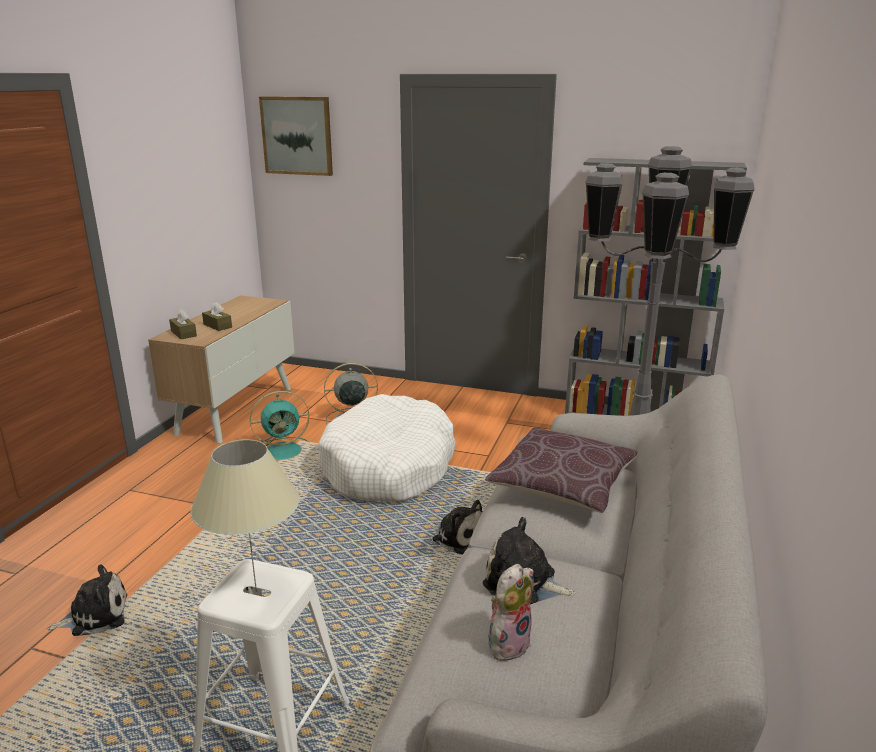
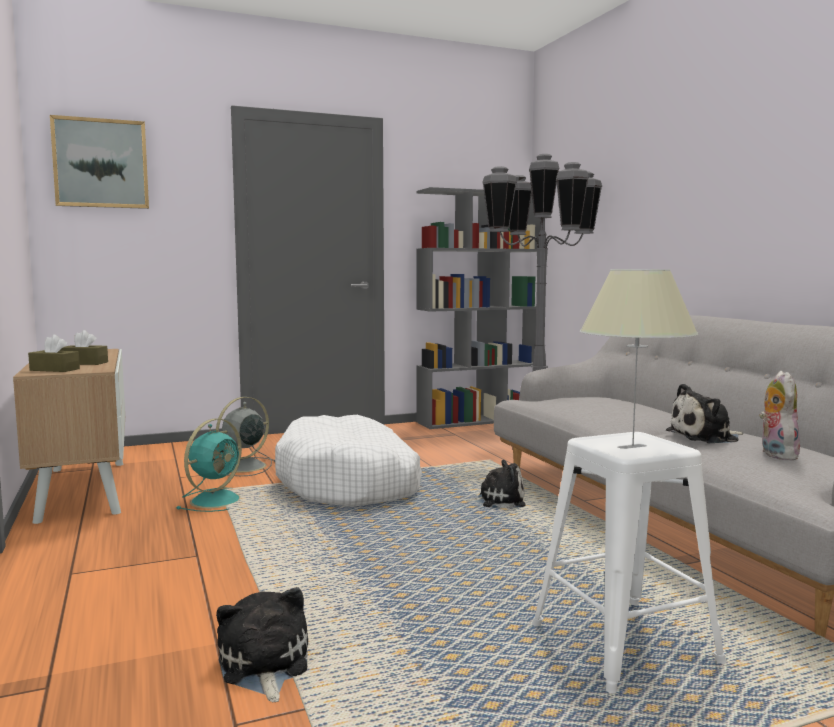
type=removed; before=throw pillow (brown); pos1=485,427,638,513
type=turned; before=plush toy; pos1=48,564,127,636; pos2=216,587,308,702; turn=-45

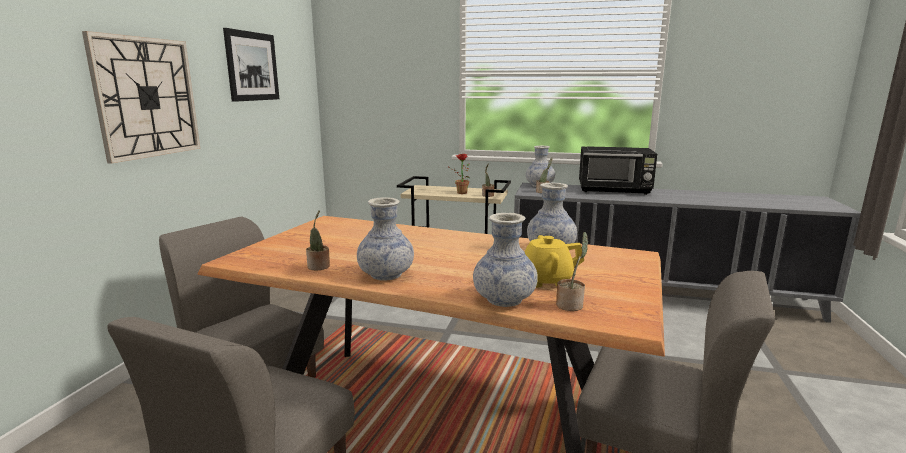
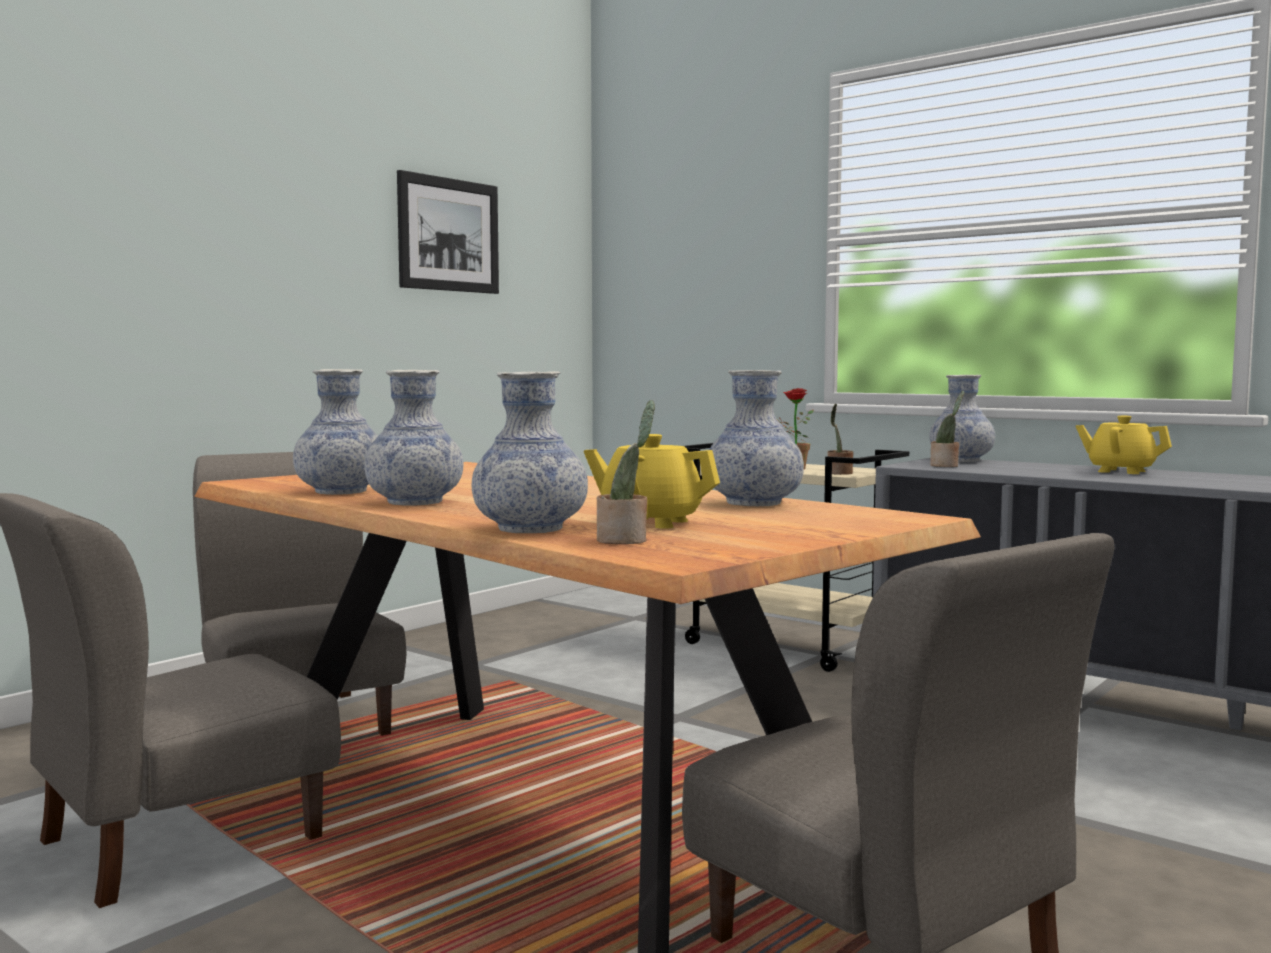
type=removed; before=hanging clock; pos1=82,31,200,164
type=replaced; before=plant in a pot; after=flower vase; pos1=306,210,330,270; pos2=293,369,378,495
type=replaced; before=microwave oven (black-coloured); after=tea pot (yellow); pos1=579,146,657,195; pos2=1076,416,1172,474

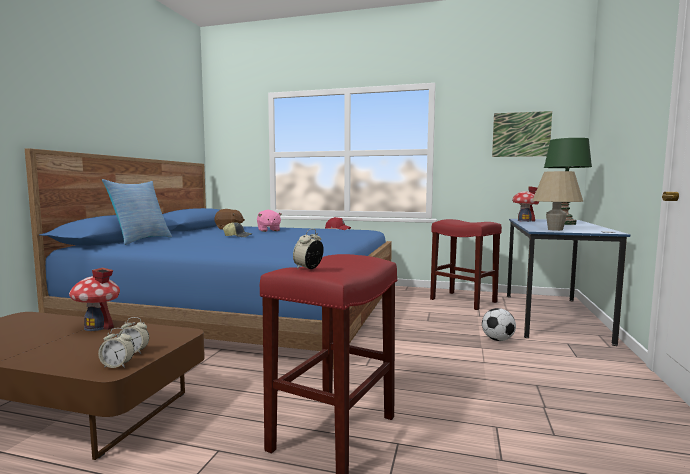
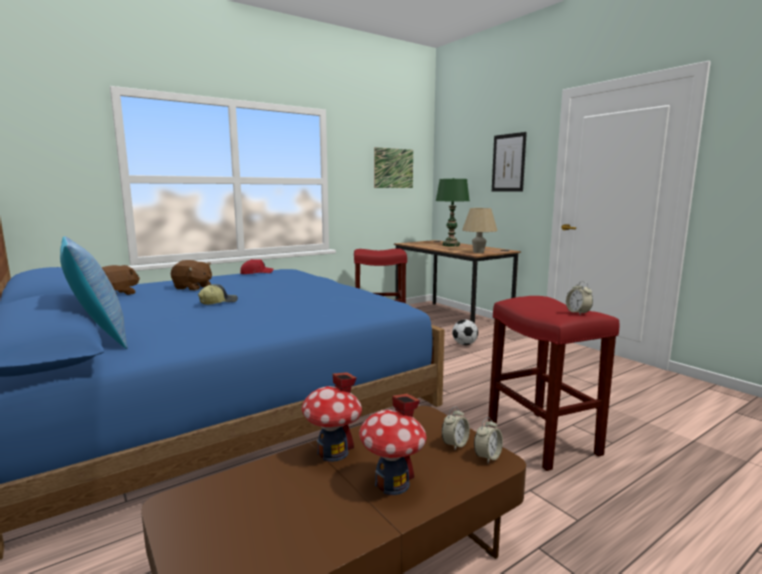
type=added; after=picture; pos2=492,132,527,192
type=moved; before=toy house; pos1=512,186,539,222; pos2=359,394,427,495
type=recoloured; before=plush toy (pinkish); after=plush toy (brown); pos1=257,210,282,232; pos2=171,260,212,291
type=recoloured; before=desk table (bluish); after=desk table (brown); pos1=507,219,630,346; pos2=394,240,521,323

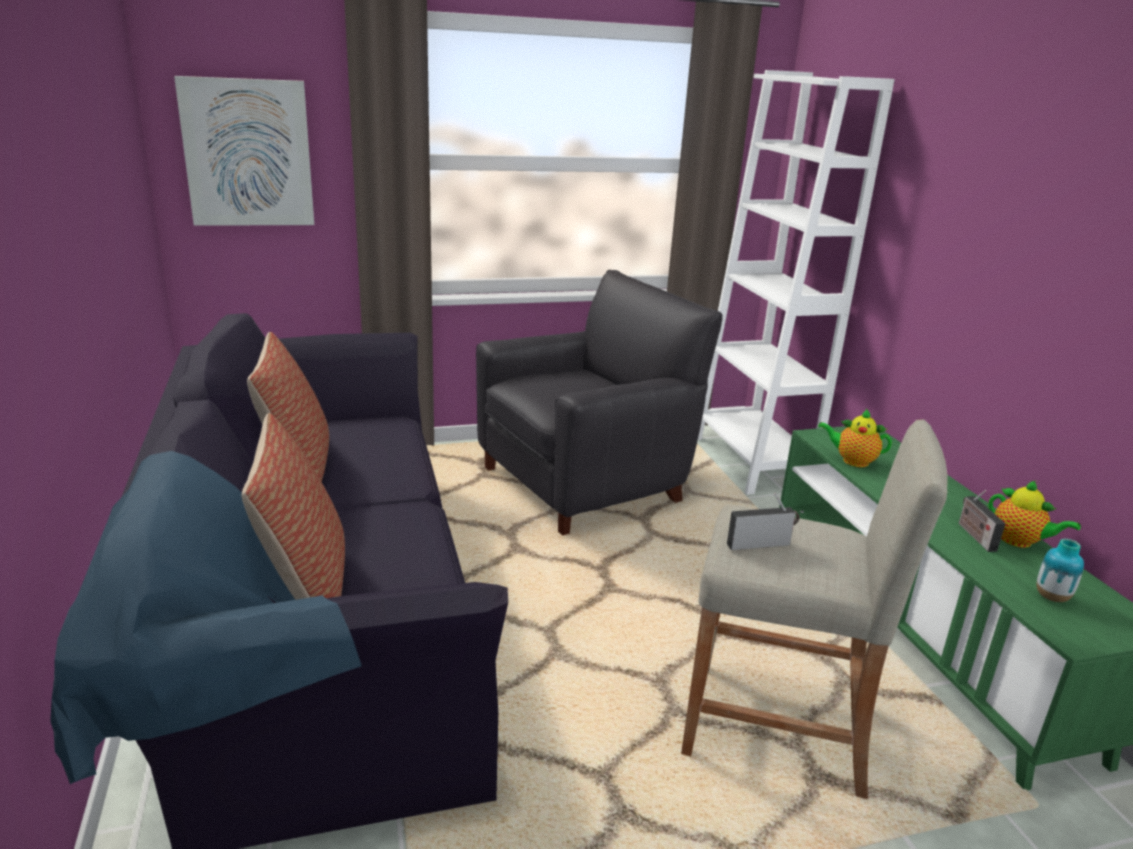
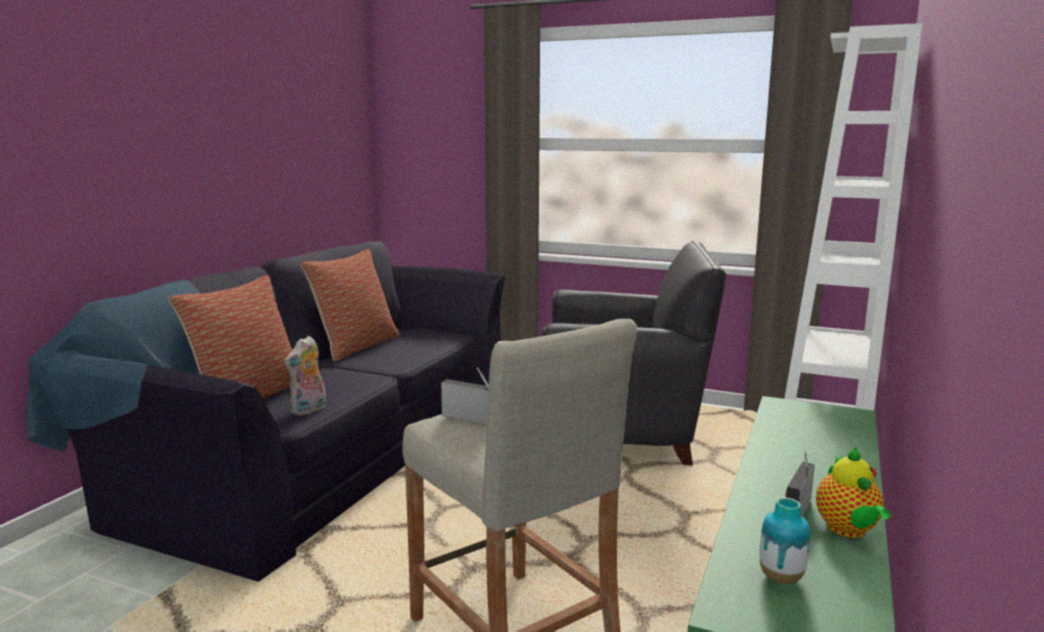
type=removed; before=picture; pos1=174,76,314,226
type=removed; before=tea pot; pos1=818,409,892,467
type=added; after=plush toy; pos2=284,336,326,416

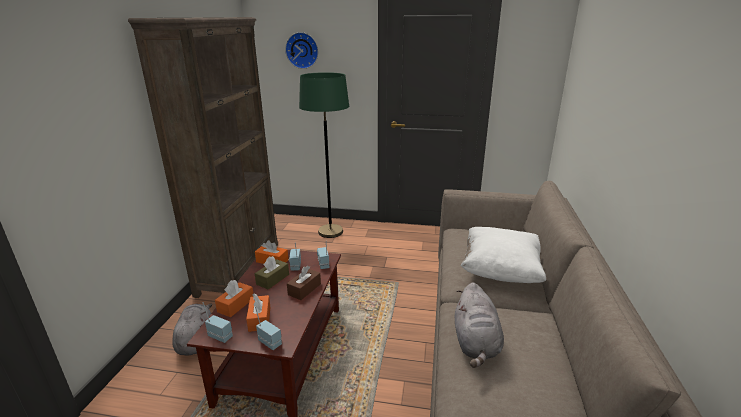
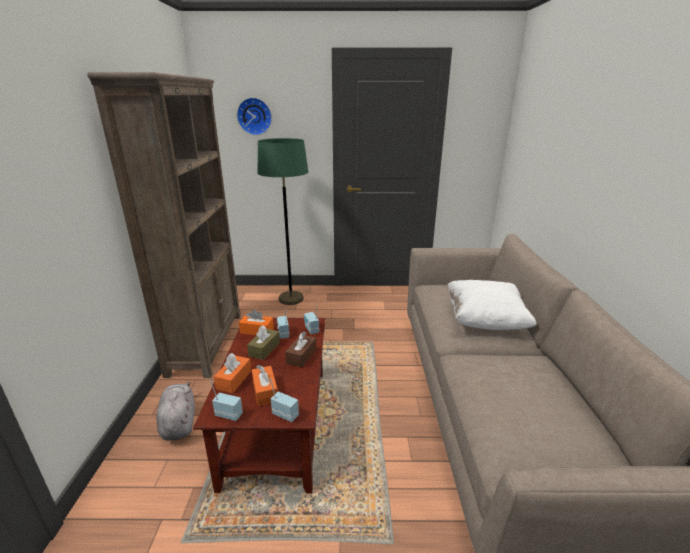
type=removed; before=plush toy (gray); pos1=455,283,504,368

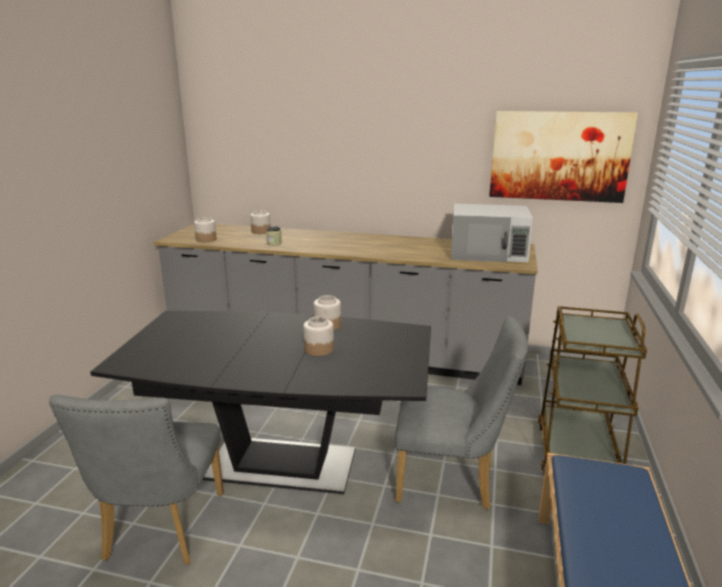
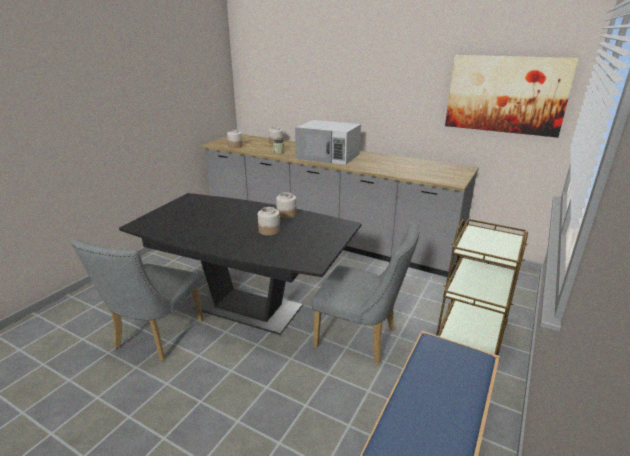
type=moved; before=microwave oven (whitish); pos1=451,203,533,262; pos2=295,120,361,165

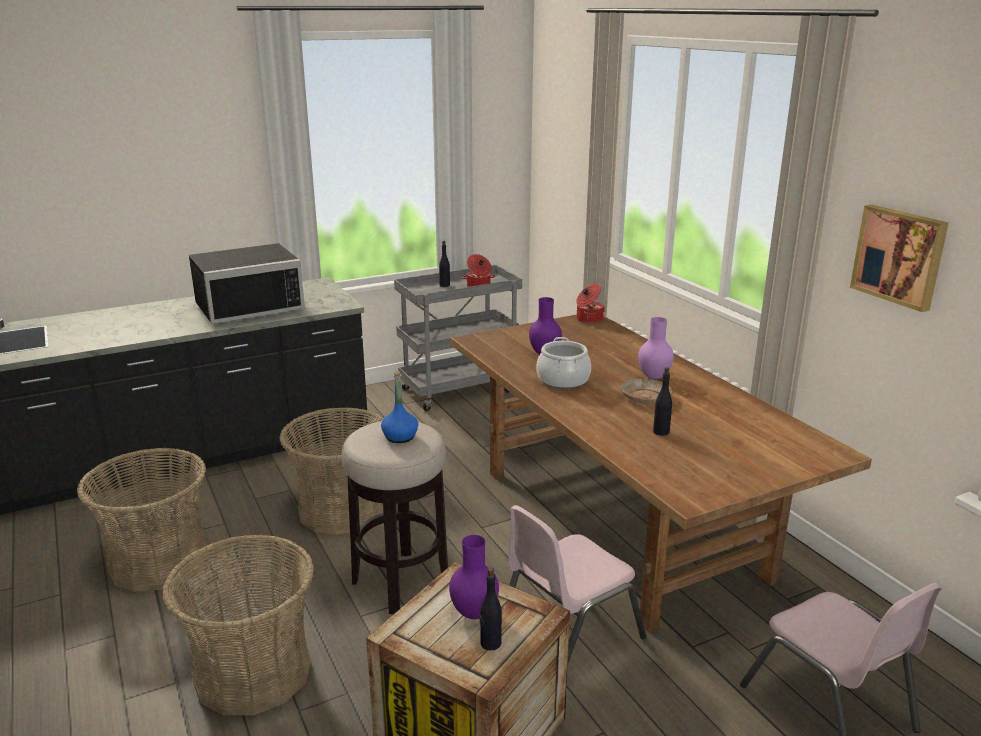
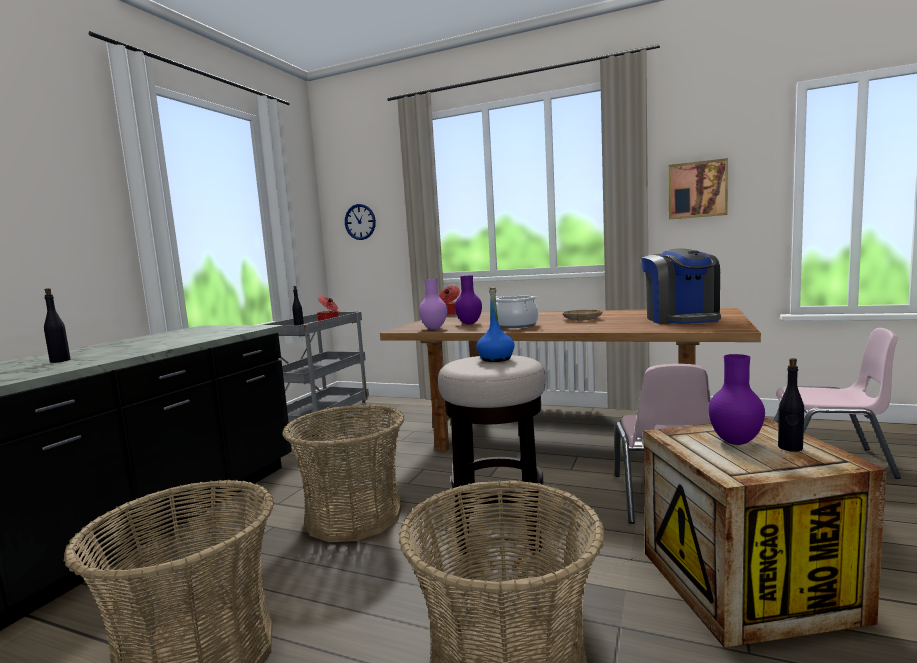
type=removed; before=microwave oven (black-coloured); pos1=189,243,305,324
type=added; after=hanging clock; pos2=345,204,376,240
type=added; after=coffee brewer; pos2=641,249,721,324
type=moved; before=flower vase (purple-coloured); pos1=638,317,674,379; pos2=419,279,447,329
type=moved; before=beverage bottle (black-coloured); pos1=653,367,672,436; pos2=44,288,71,363

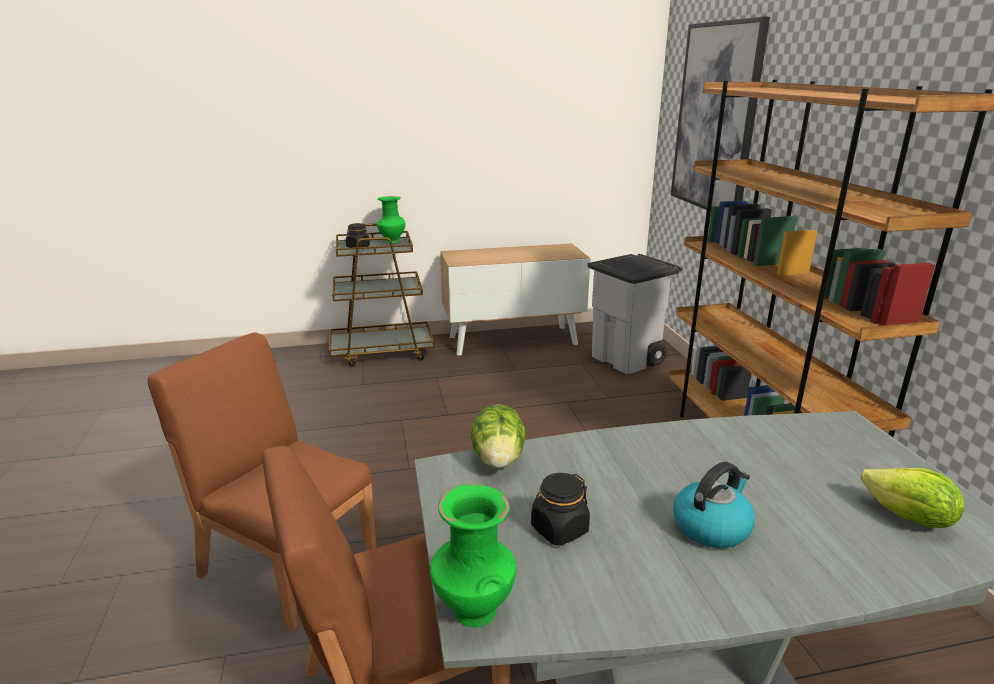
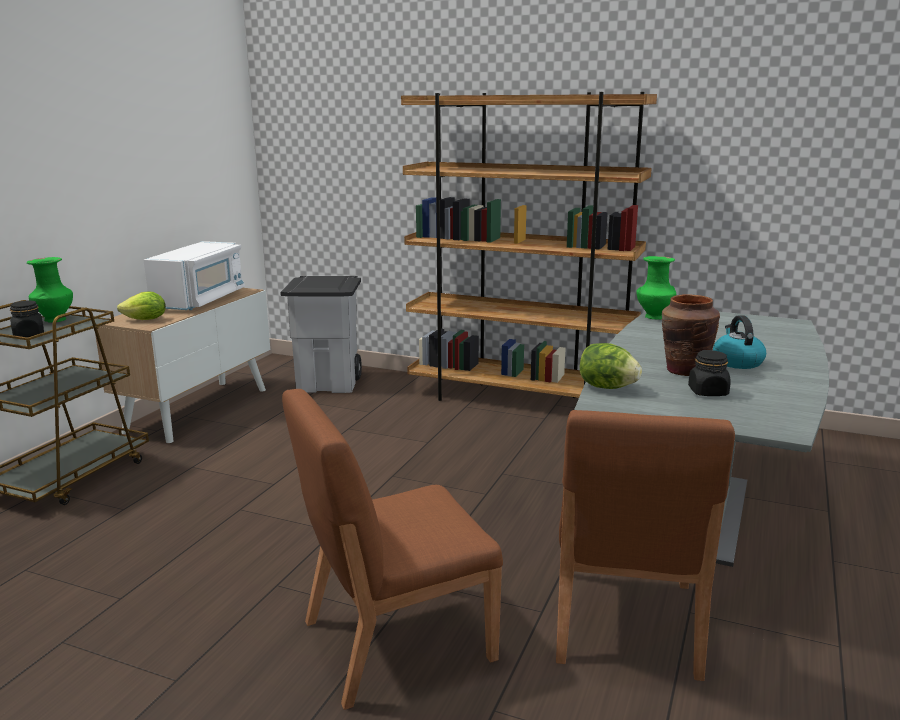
type=removed; before=picture; pos1=671,17,770,210
type=added; after=microwave oven (whitish); pos2=143,241,245,310
type=added; after=flower vase (brown); pos2=661,294,720,376
type=moved; before=flower vase (greenish); pos1=430,484,516,627; pos2=636,256,676,320
type=moved; before=lettuce head; pos1=861,468,964,528; pos2=117,291,166,320

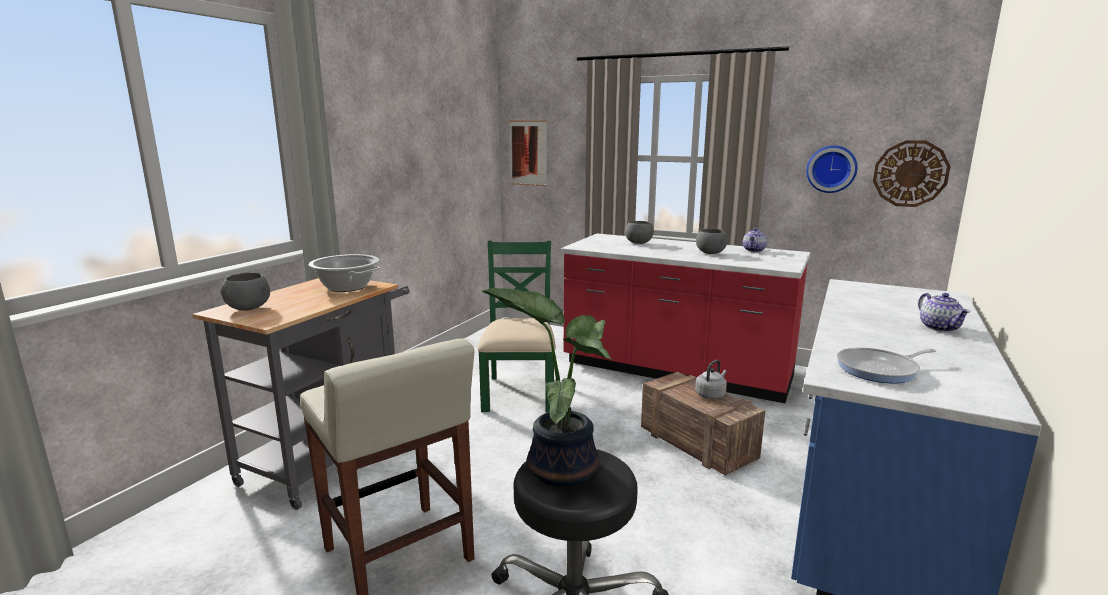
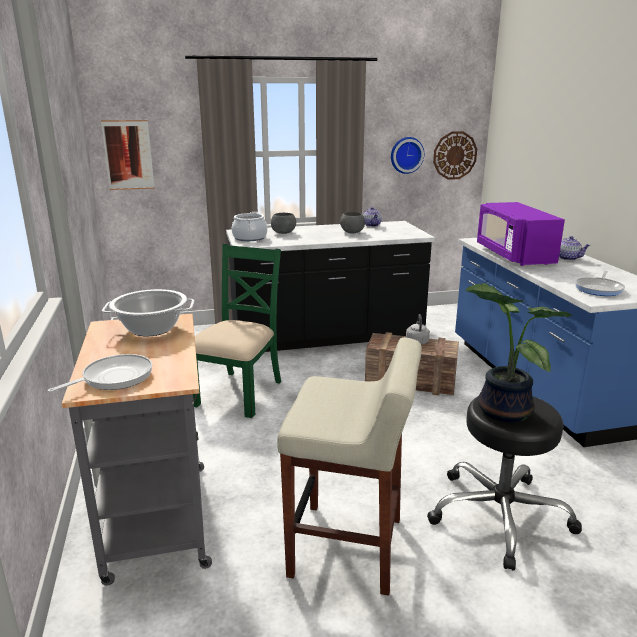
type=added; after=stockpot; pos2=232,212,267,241
type=added; after=microwave oven (purple-coloured); pos2=477,202,565,266
type=replaced; before=serving bowl (gray); after=frying pan; pos1=220,273,270,311; pos2=47,354,152,393
type=recoloured; before=kitchen base unit (reddish); after=kitchen base unit (black-coloured); pos1=561,234,810,403; pos2=226,221,435,352
type=turned; before=plain chair (greenish); pos1=478,241,556,412; pos2=193,244,281,418; turn=60

